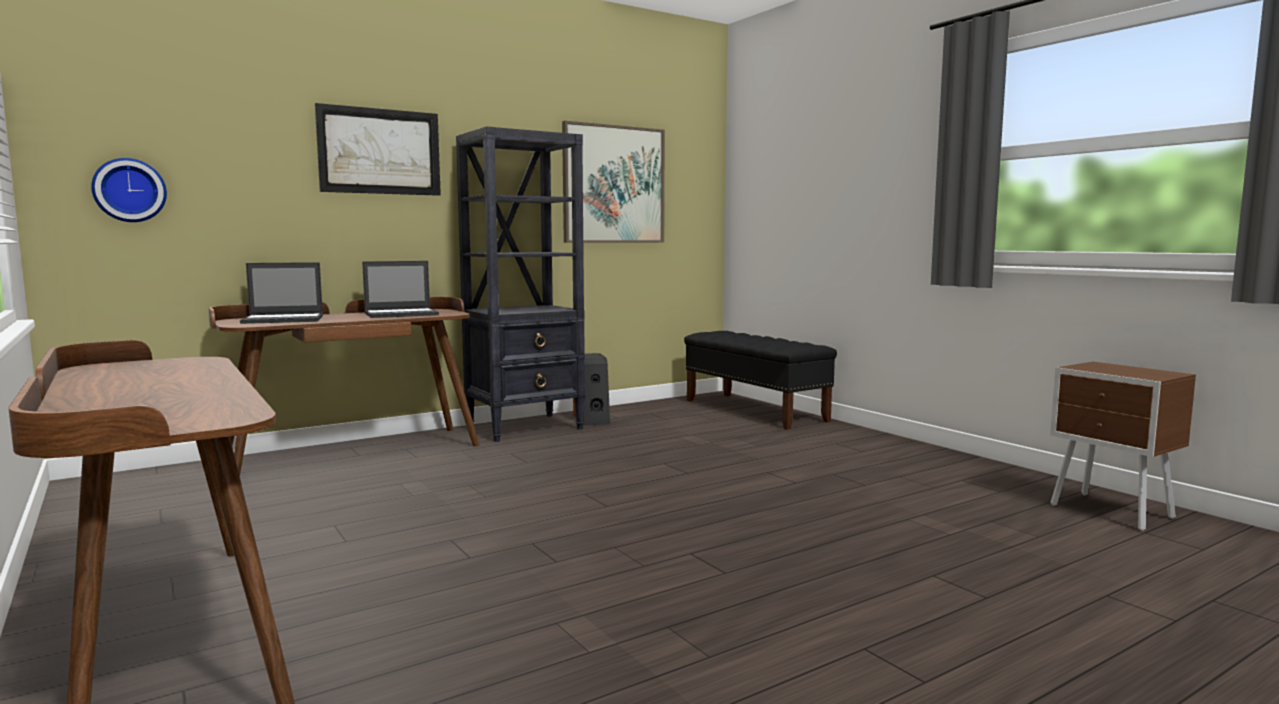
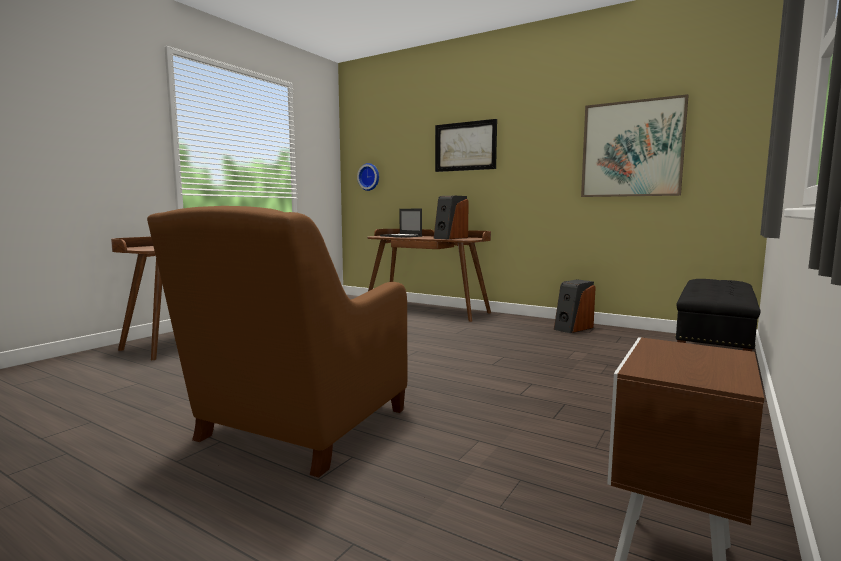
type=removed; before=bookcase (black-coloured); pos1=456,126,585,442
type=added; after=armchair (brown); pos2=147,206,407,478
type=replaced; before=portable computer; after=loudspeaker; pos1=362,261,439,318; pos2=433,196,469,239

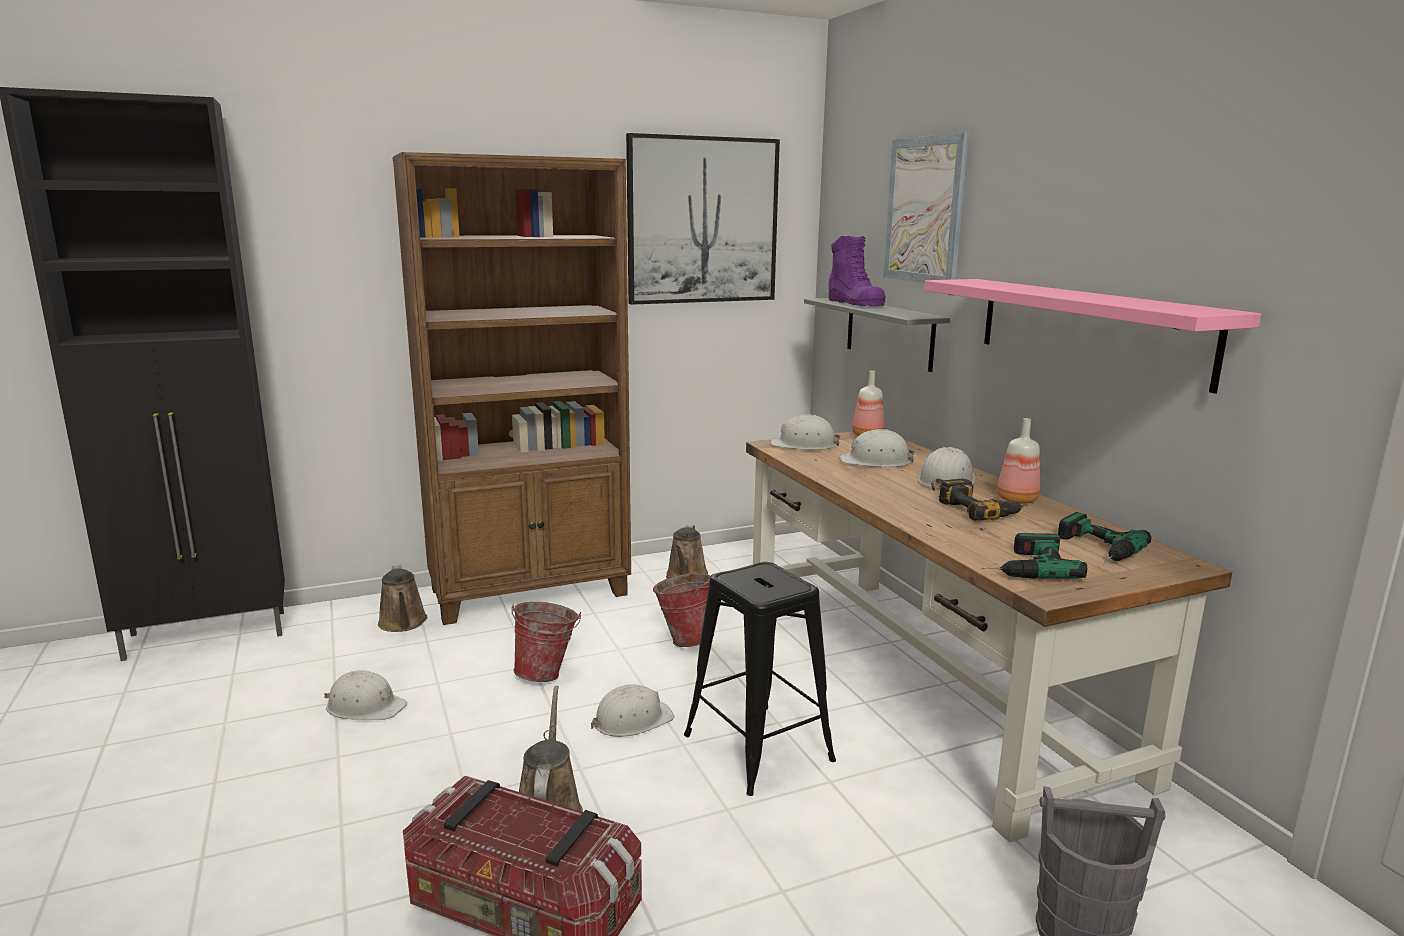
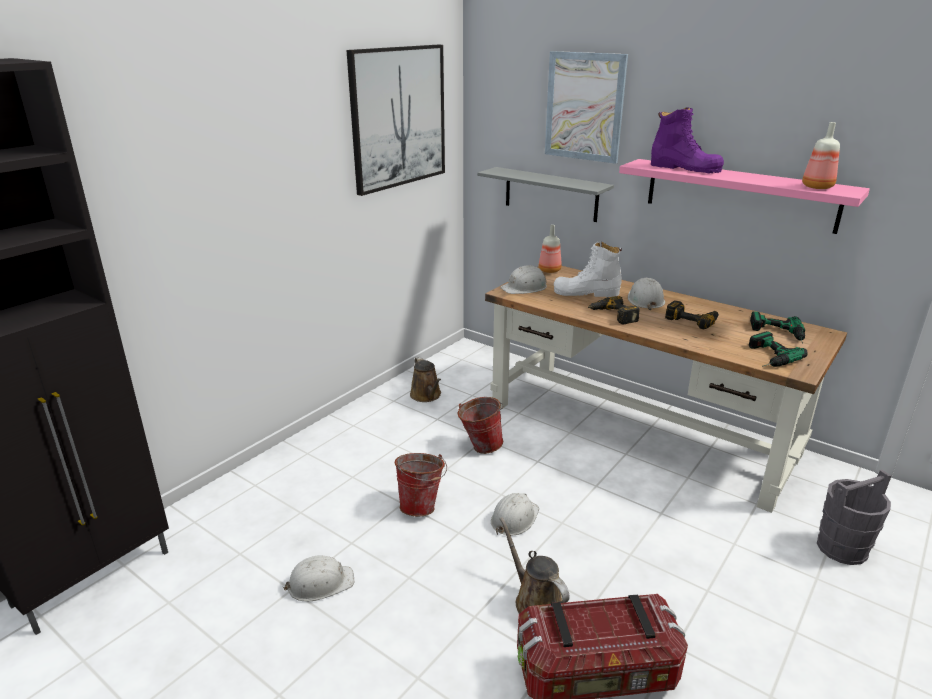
type=removed; before=watering can (brown); pos1=378,565,427,632
type=removed; before=bookcase (brown); pos1=392,152,631,625
type=removed; before=stool (black-coloured); pos1=684,562,836,796
type=added; after=power drill; pos2=588,296,640,324
type=moved; before=boot (purple-coloured); pos1=828,236,886,307; pos2=651,107,724,173
type=moved; before=beverage bottle; pos1=997,418,1040,504; pos2=802,122,840,189
type=replaced; before=work helmet (whitish); after=boot (whitish); pos1=839,429,914,467; pos2=554,241,622,297

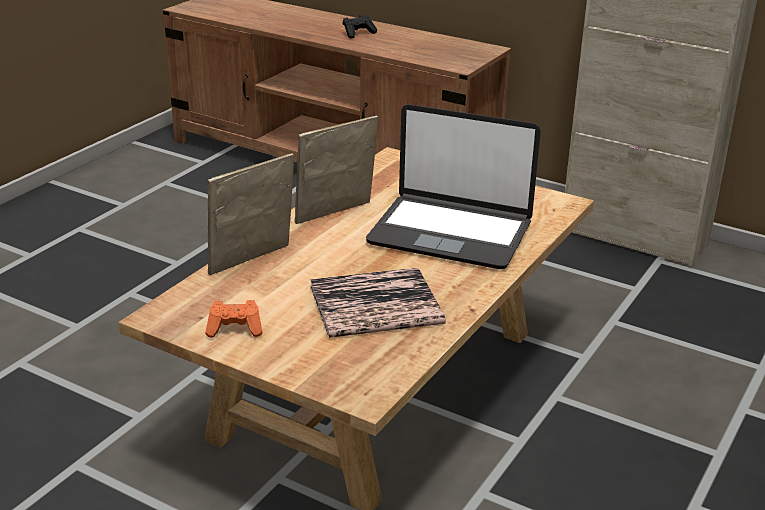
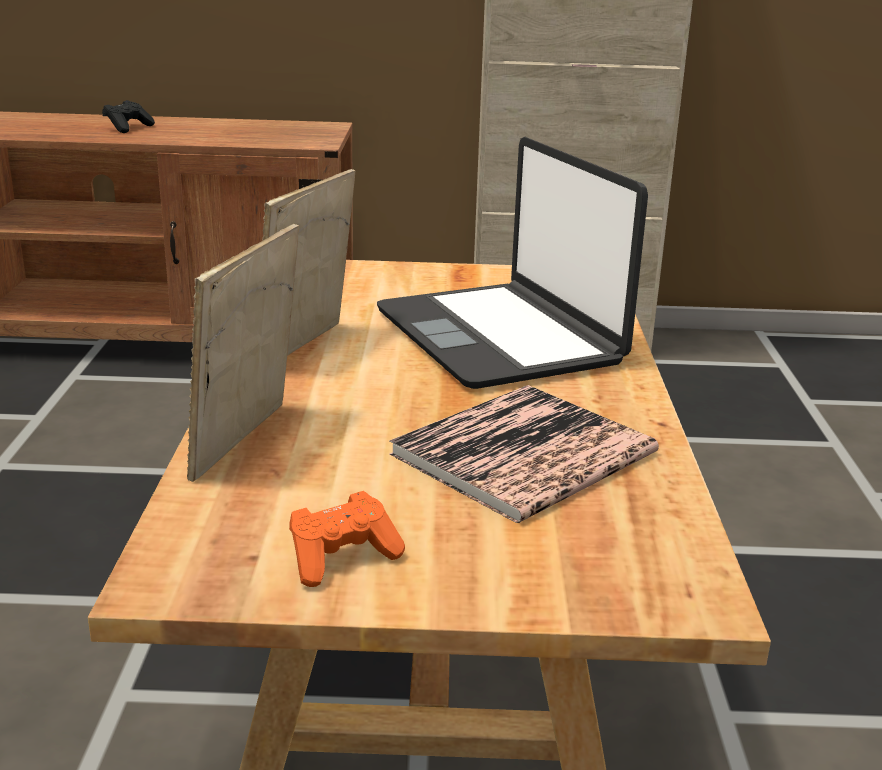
type=turned; before=portable computer; pos1=366,104,541,269; pos2=377,137,648,389; turn=75

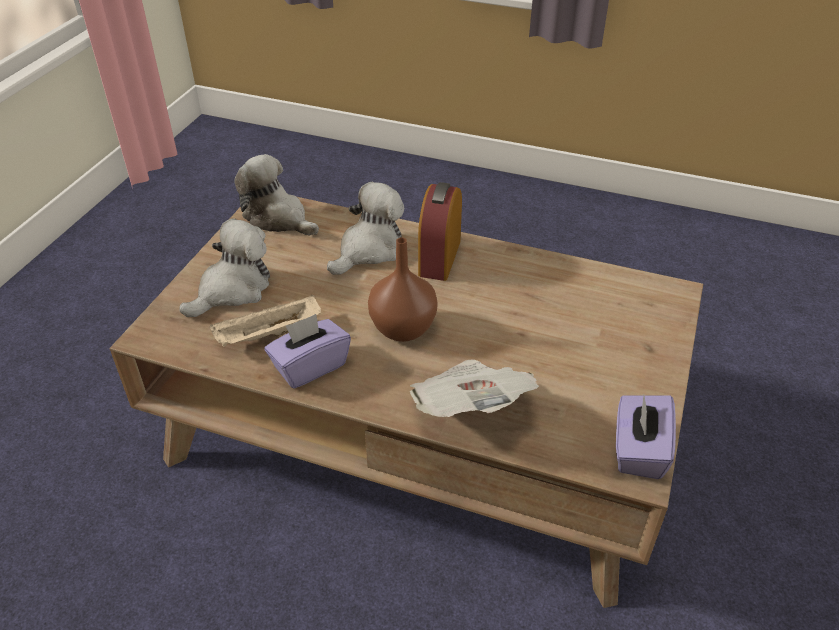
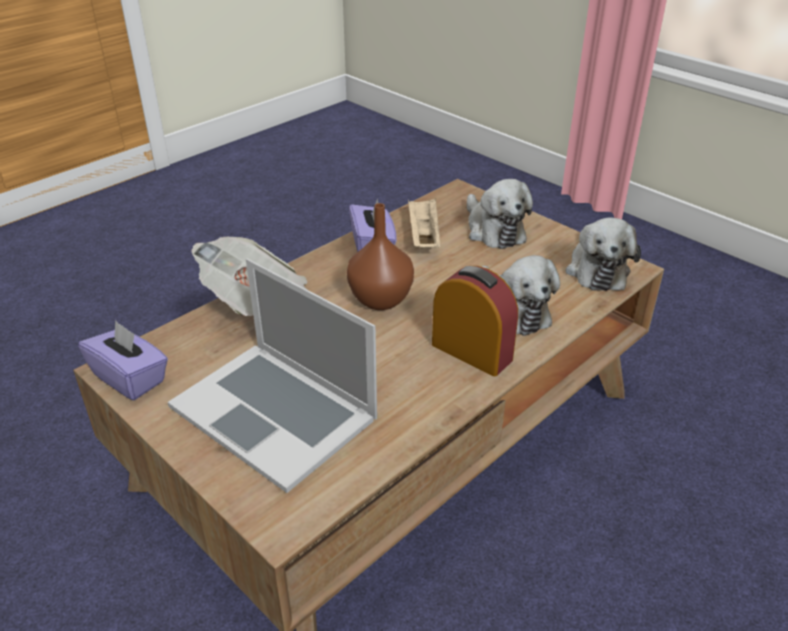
type=added; after=portable computer; pos2=168,259,377,493
type=turned; before=plush toy; pos1=234,154,319,236; pos2=565,217,641,291; turn=120

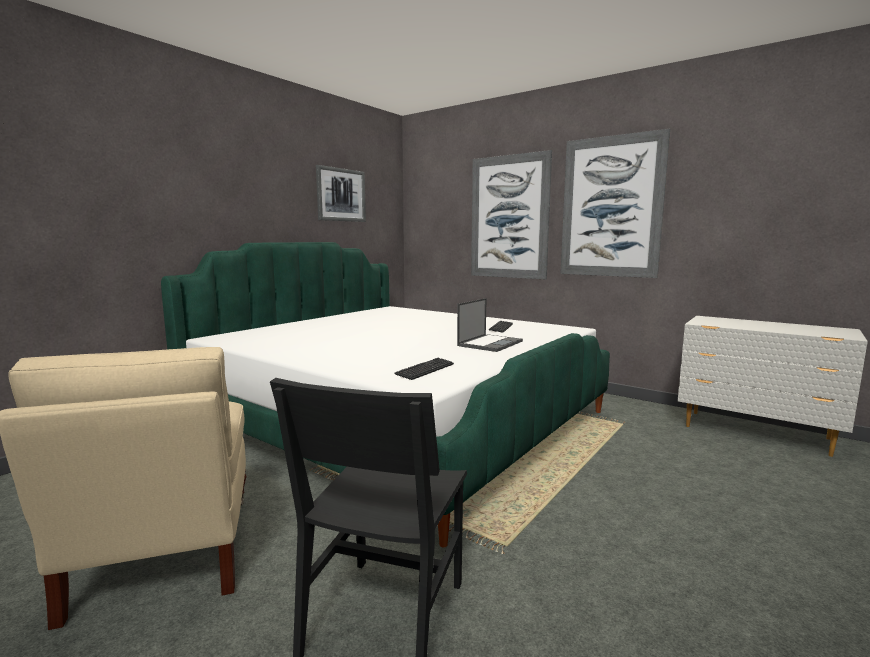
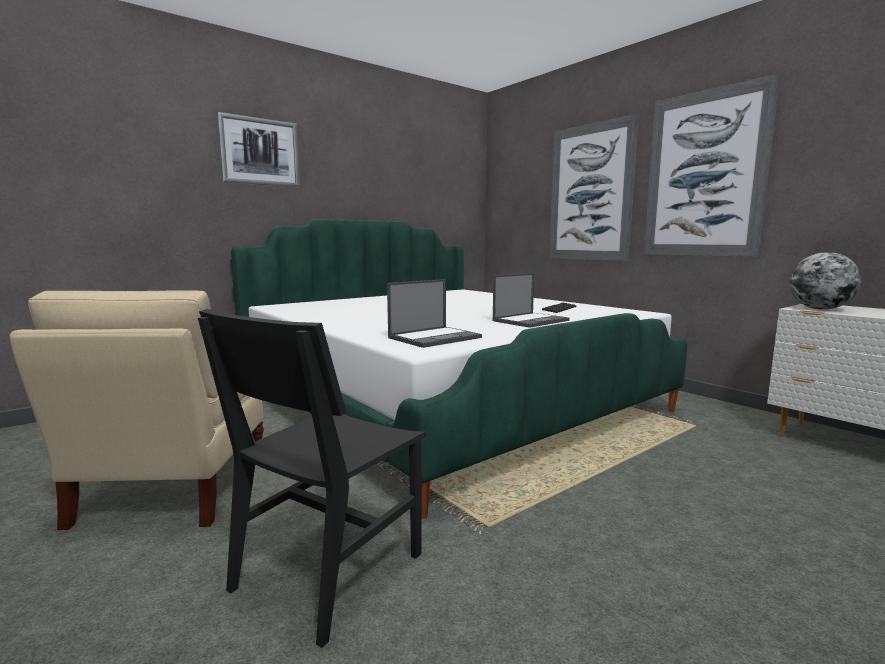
type=added; after=world globe; pos2=790,252,861,310
type=moved; before=picture; pos1=316,165,366,222; pos2=217,112,300,187
type=replaced; before=computer keyboard; after=portable computer; pos1=395,358,454,380; pos2=387,279,482,348

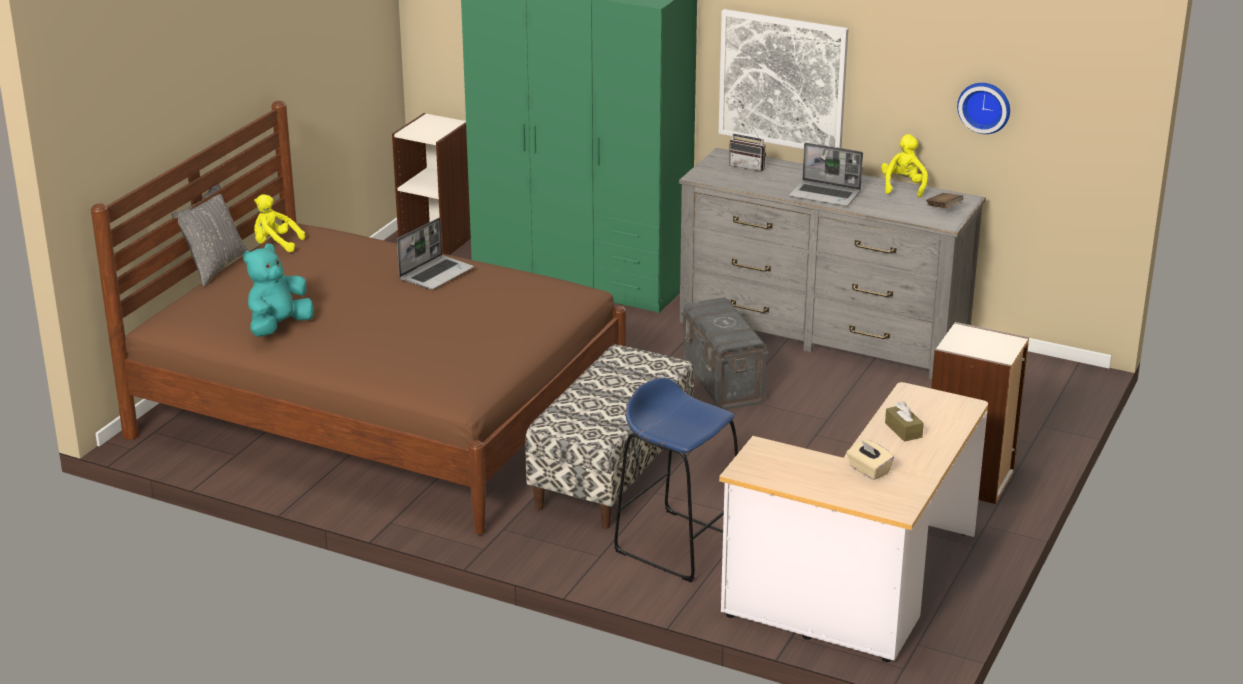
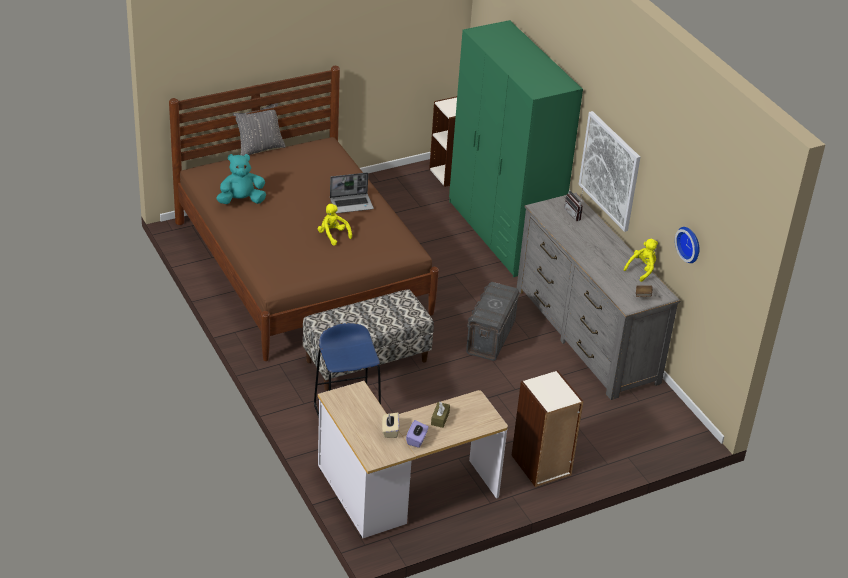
type=removed; before=portable computer; pos1=789,143,863,206
type=added; after=box of tissues (purple-coloured); pos2=406,420,429,448
type=moved; before=plush toy (yellow); pos1=254,194,305,252; pos2=318,204,352,246

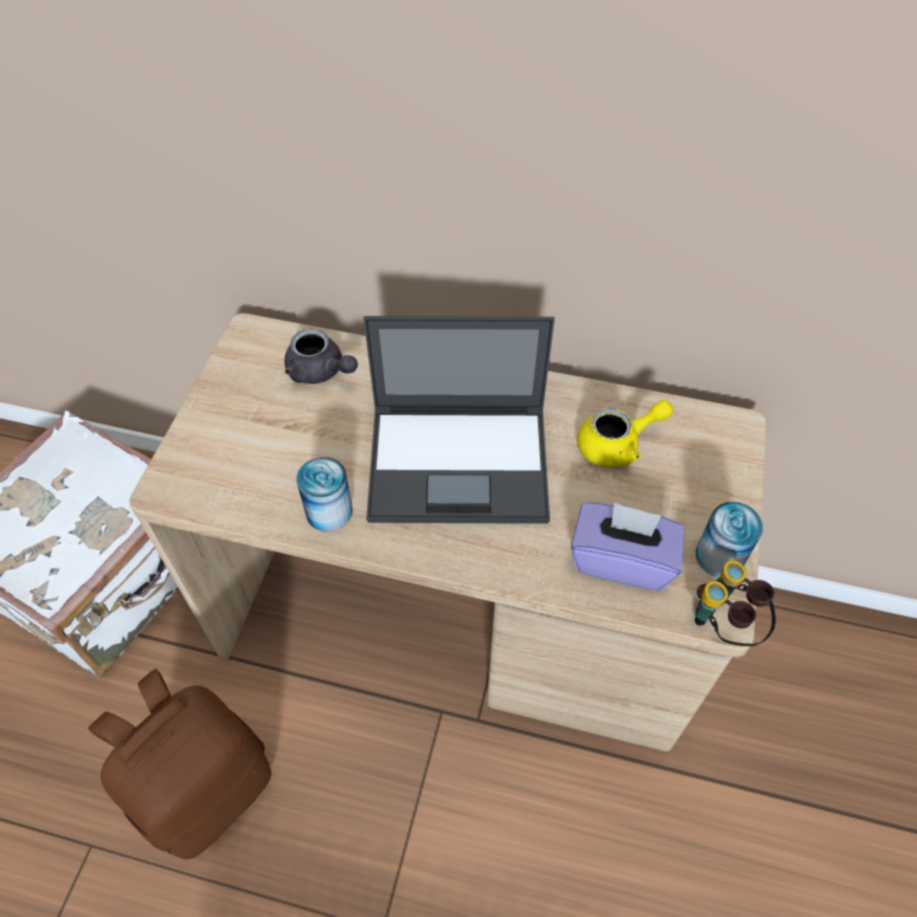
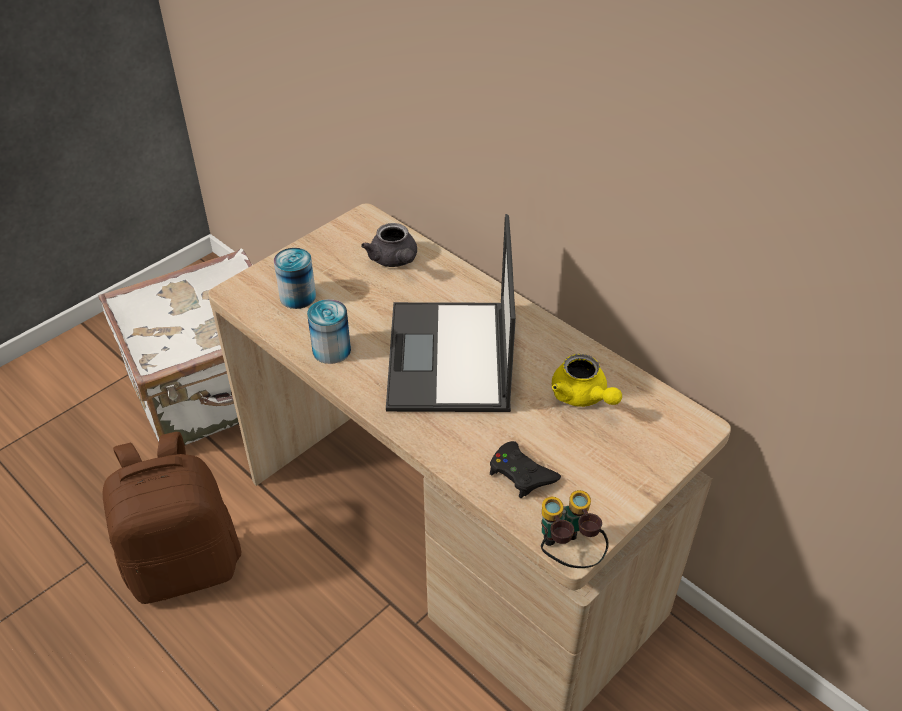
type=moved; before=metal can; pos1=696,502,763,577; pos2=274,248,316,309
type=replaced; before=box of tissues (purple-coloured); after=joypad (black-coloured); pos1=571,502,684,591; pos2=490,441,561,498
type=turned; before=portable computer; pos1=363,316,555,524; pos2=386,214,516,412; turn=60
type=turned; before=tea pot (yellow); pos1=577,400,673,468; pos2=552,354,622,407; turn=45

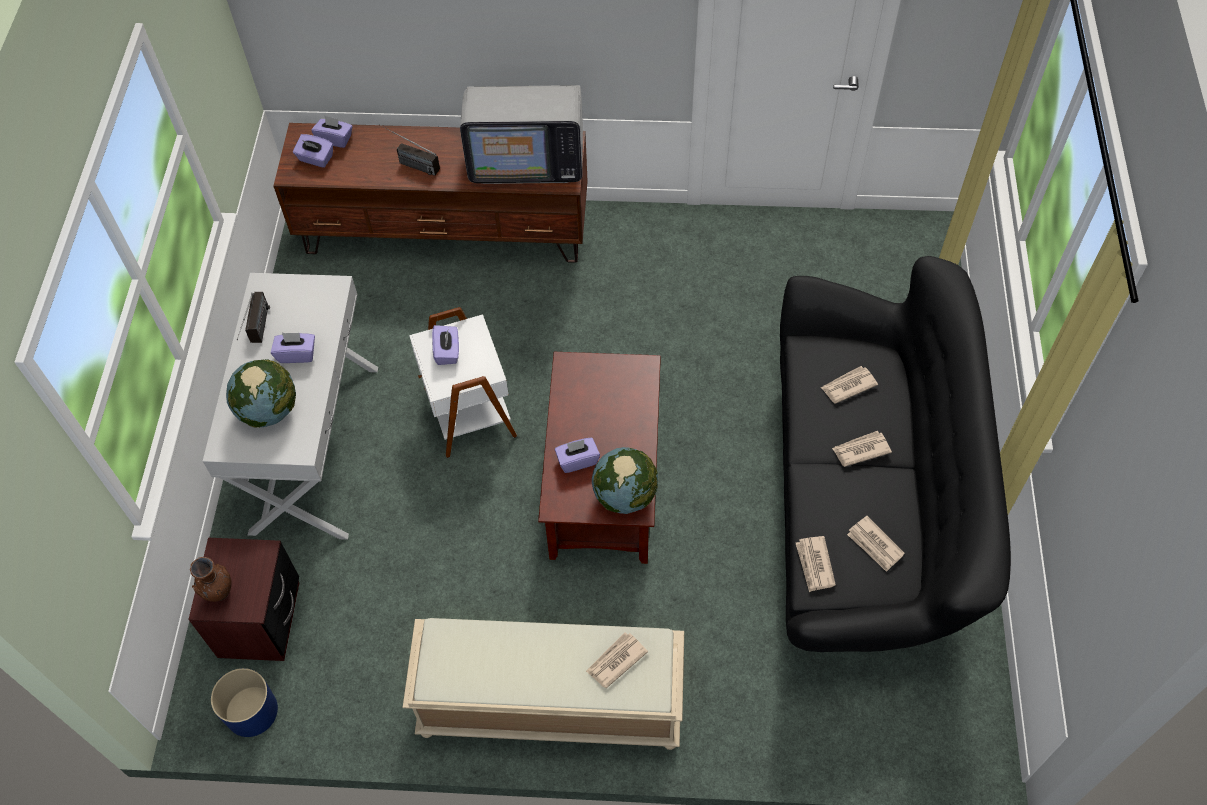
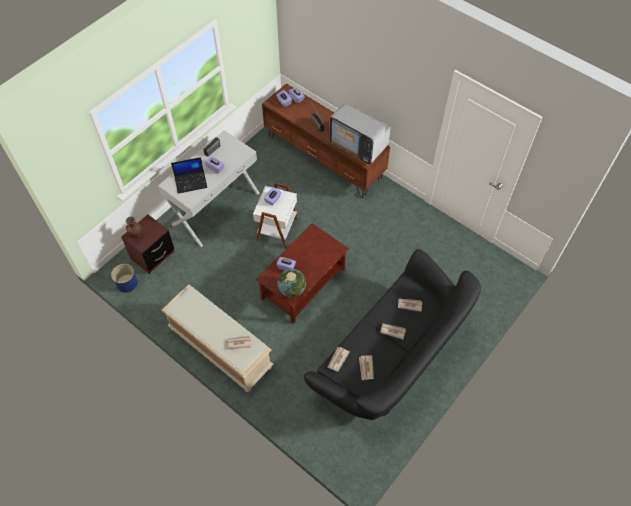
type=replaced; before=world globe; after=portable computer; pos1=226,359,296,428; pos2=171,157,207,194

